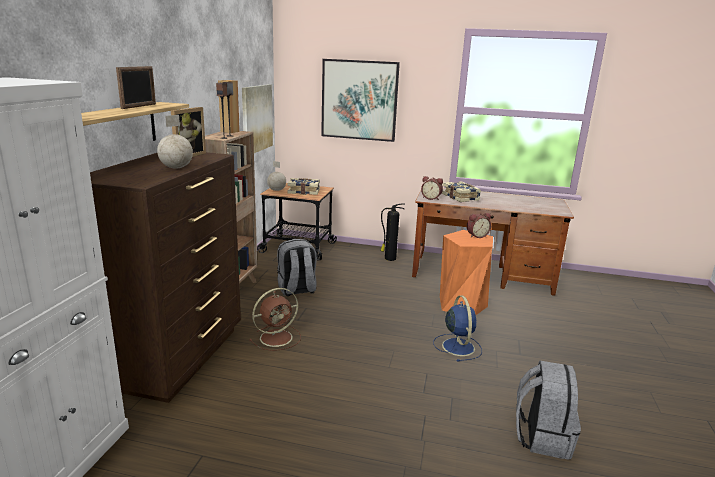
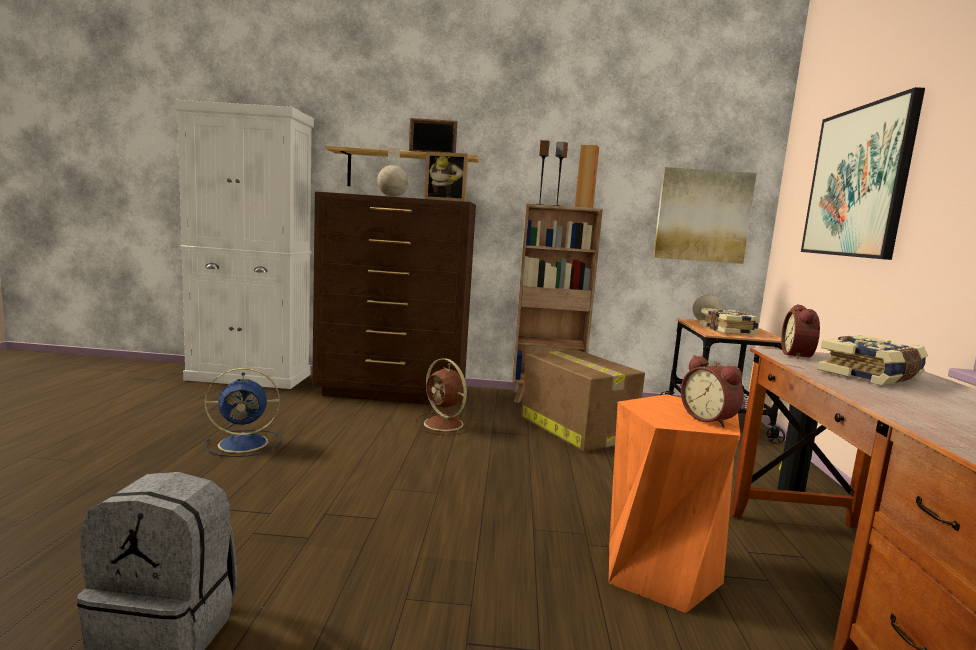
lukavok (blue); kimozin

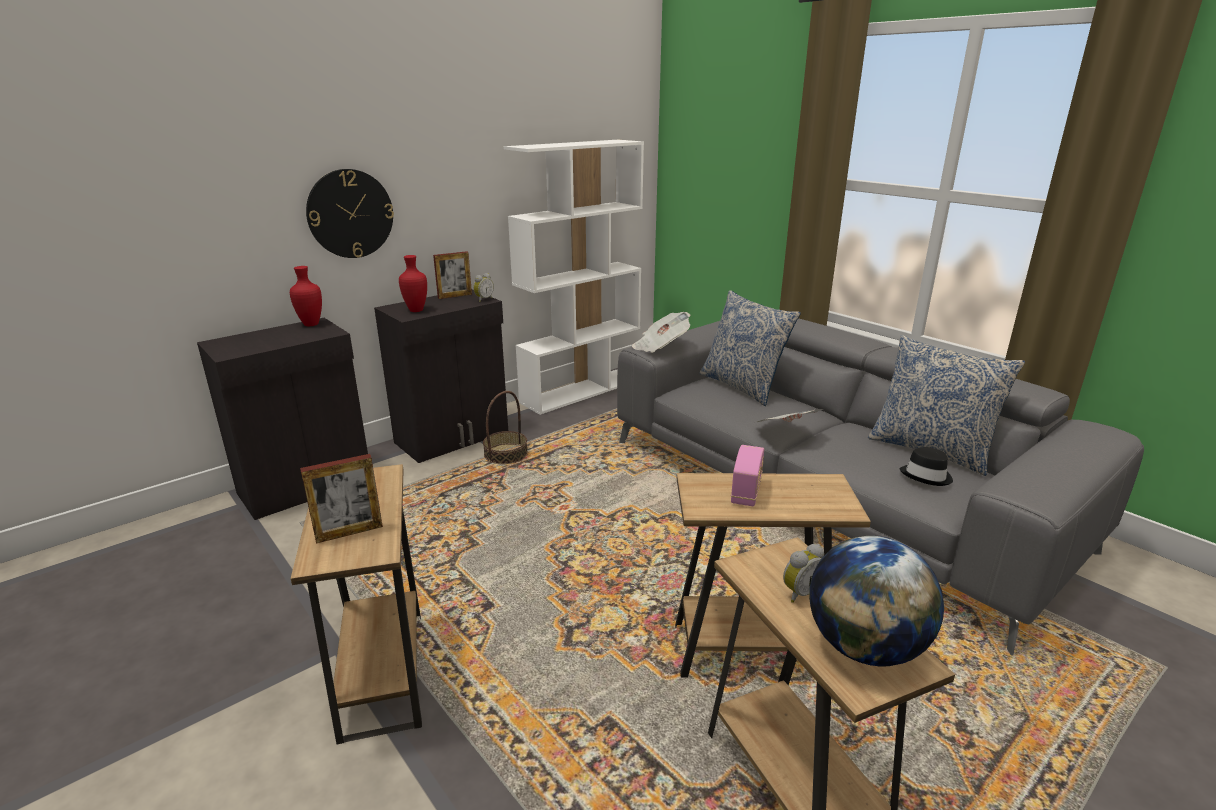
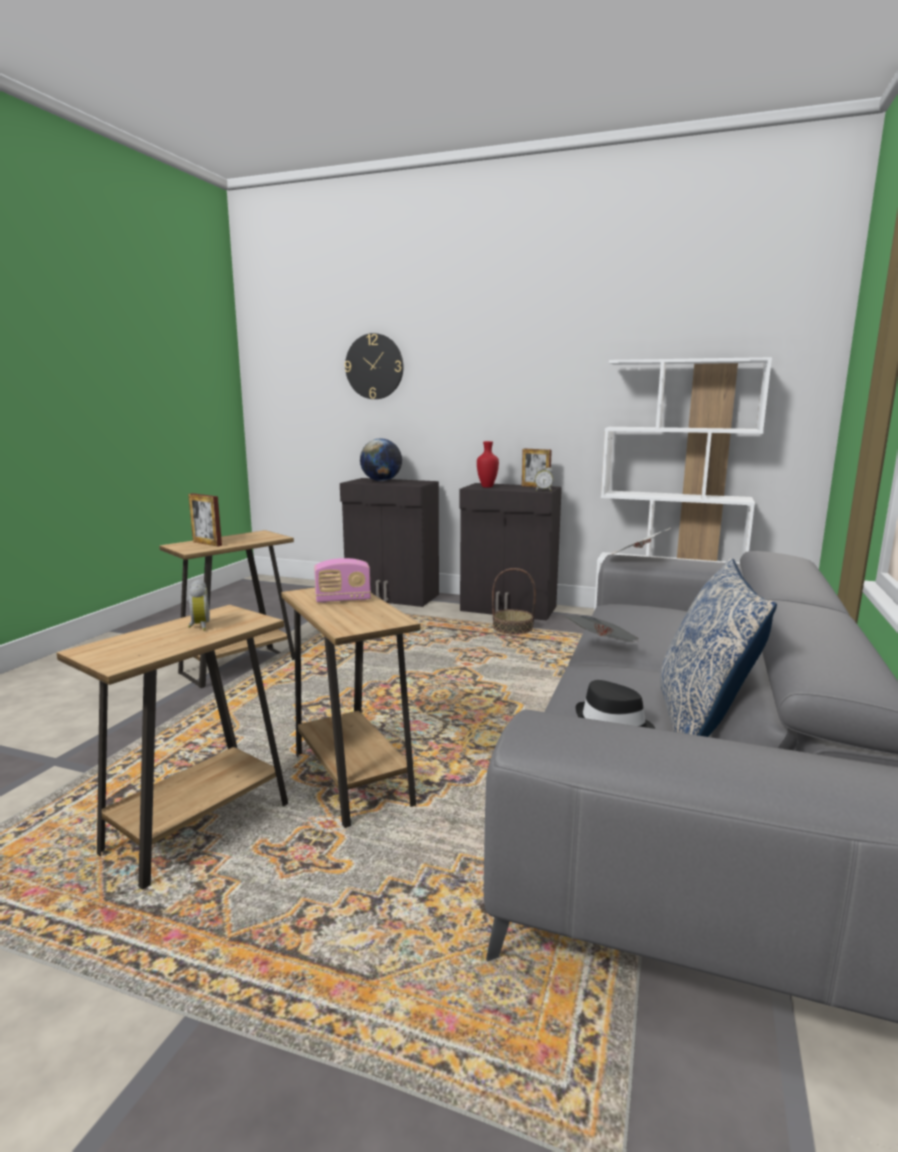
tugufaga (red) (1st from left in the first image); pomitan (1st from left in the first image); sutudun; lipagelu; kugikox (1st from left)

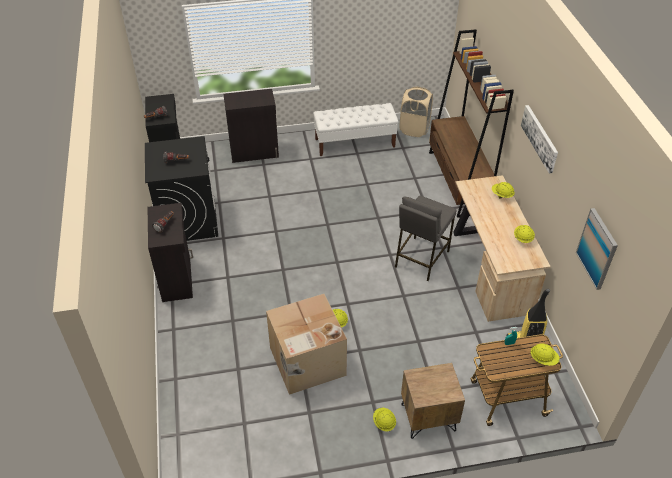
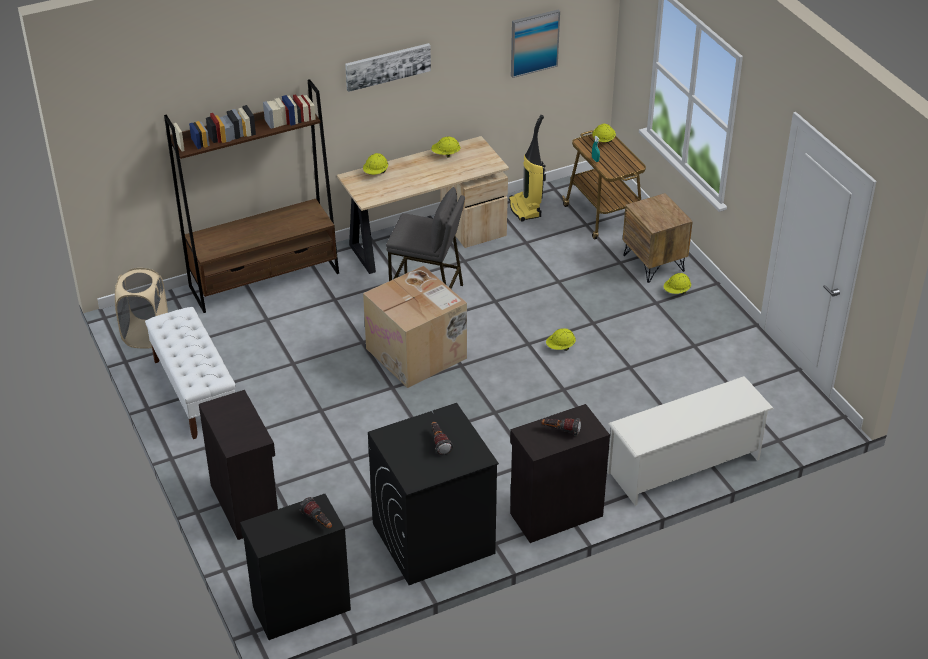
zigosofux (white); kimozin

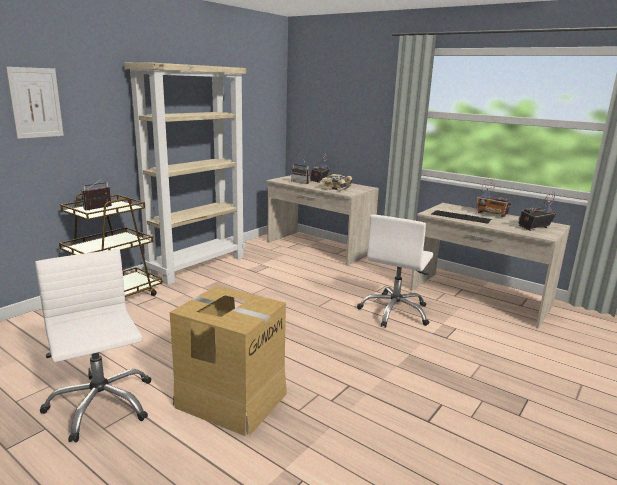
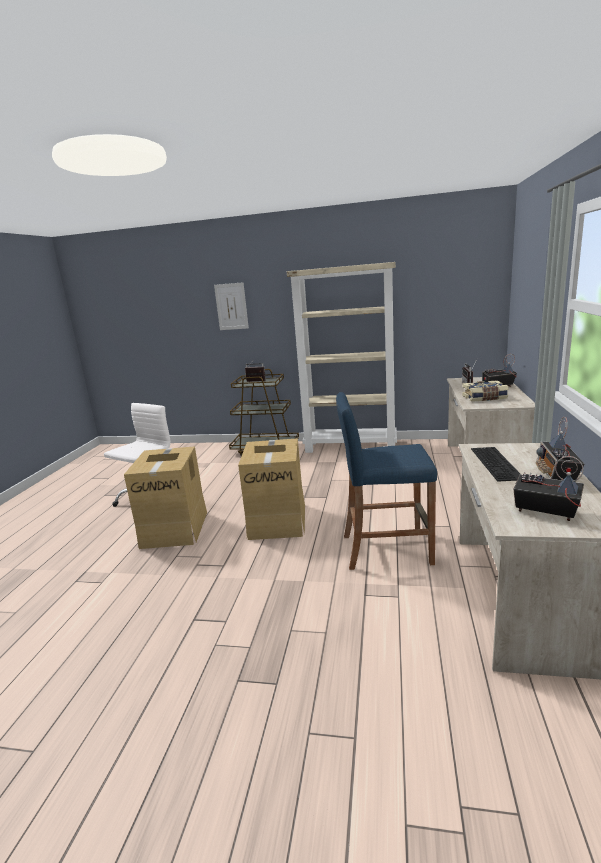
kimozin (2nd from left); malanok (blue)

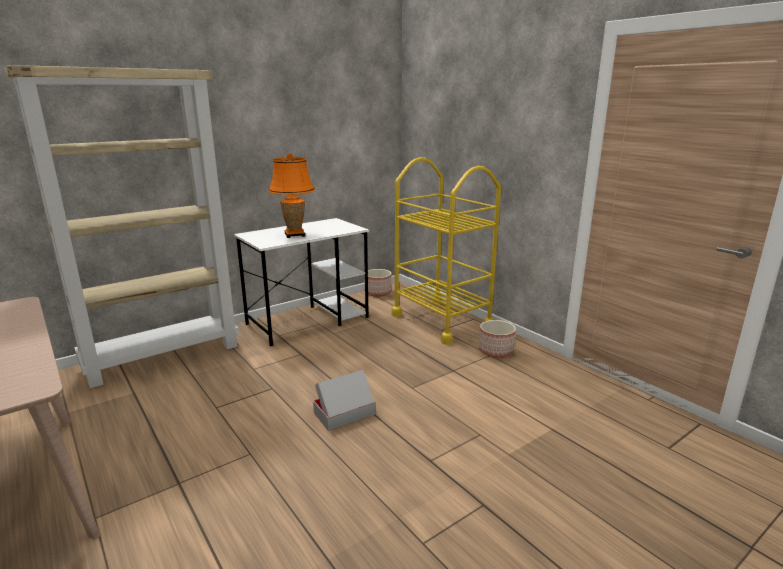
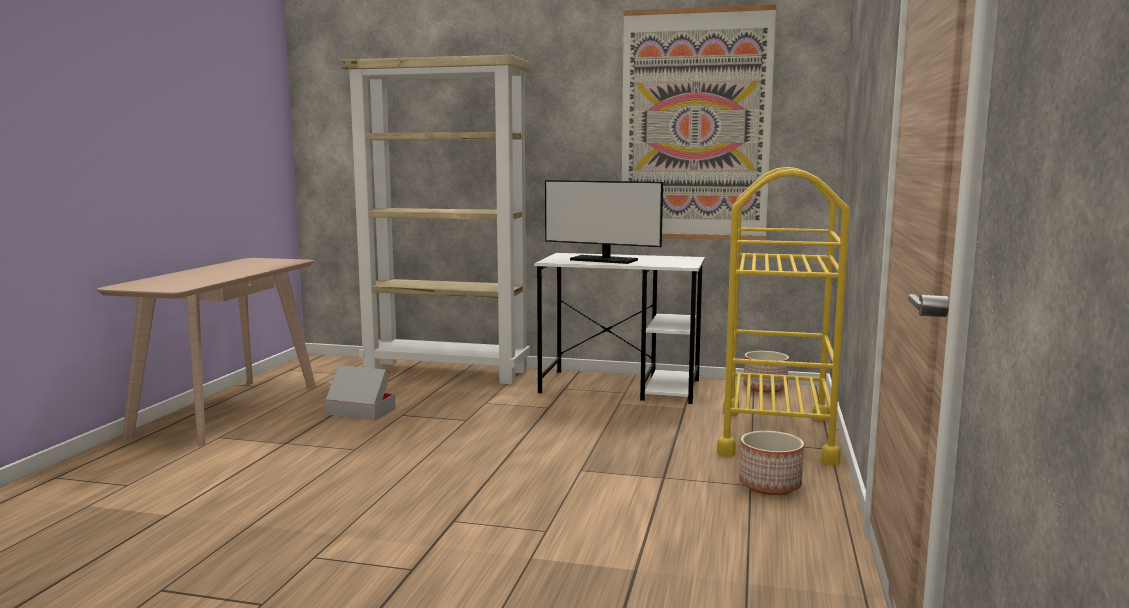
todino; kimozin; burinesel

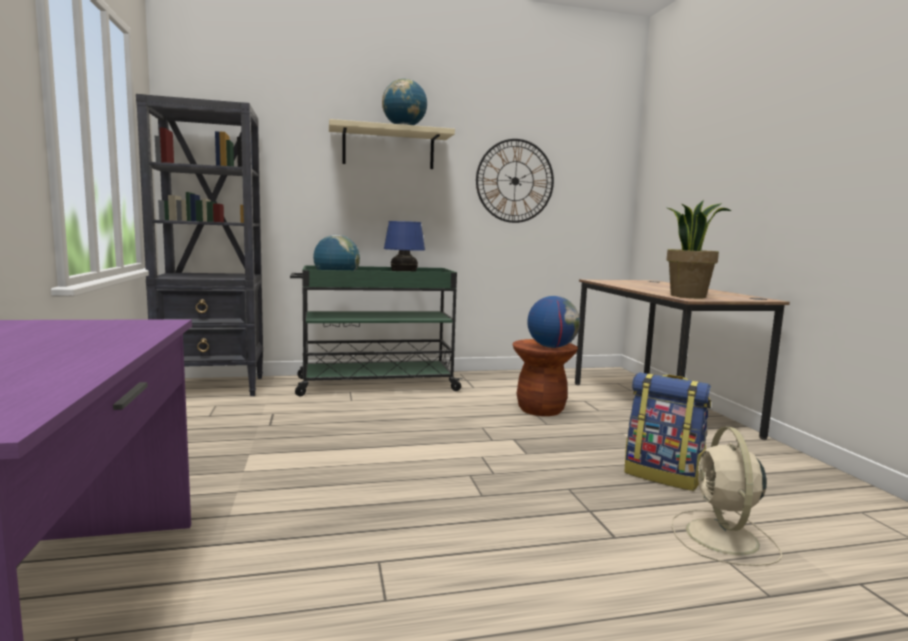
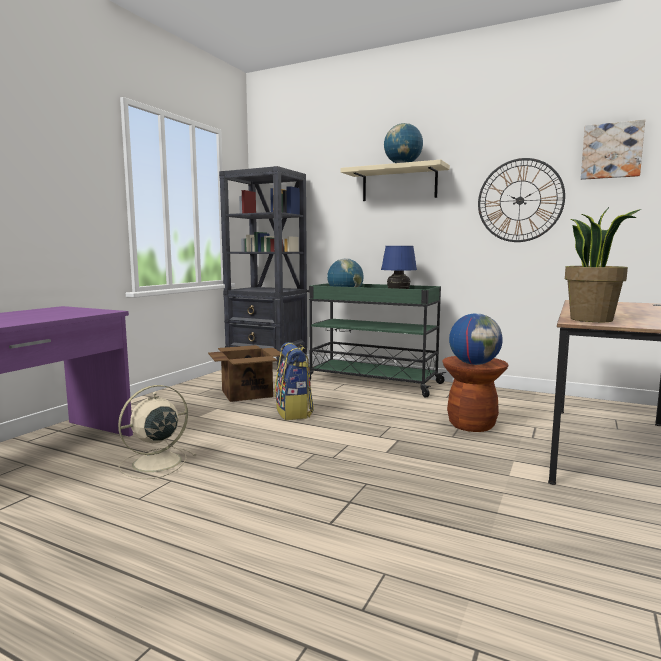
kimozin; todino; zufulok; lukavok (beige)

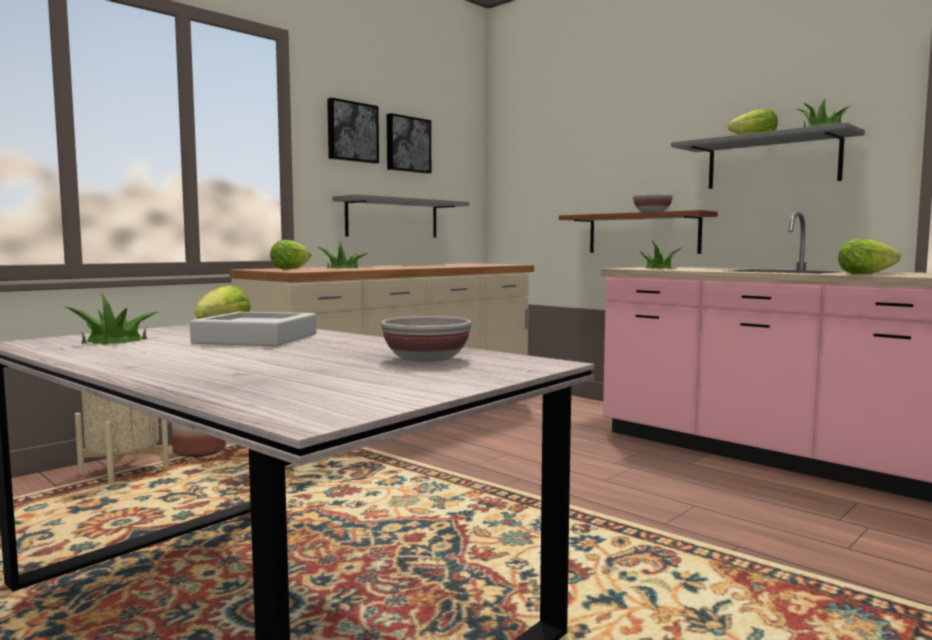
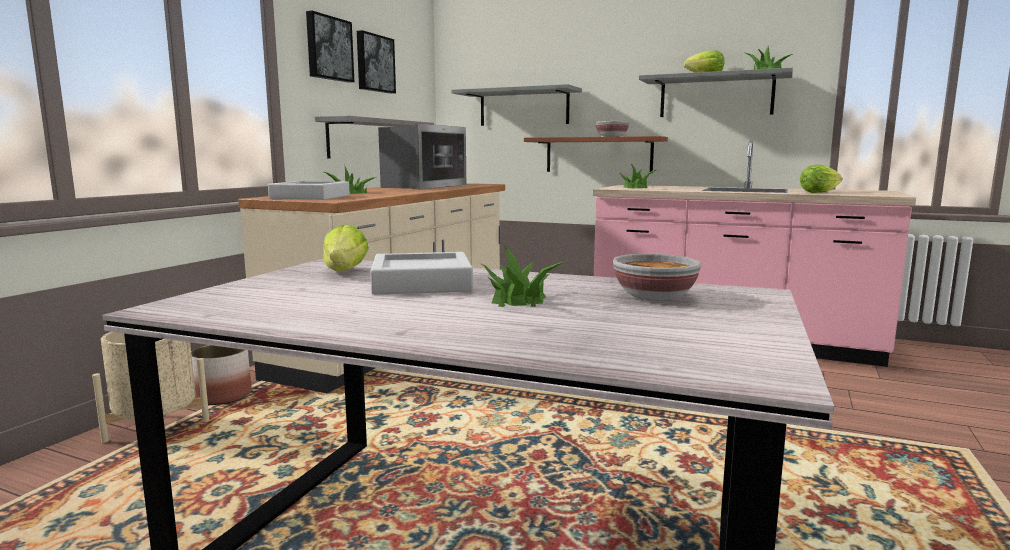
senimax; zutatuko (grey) (2nd from left); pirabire (2nd from left); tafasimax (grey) (1st from left)

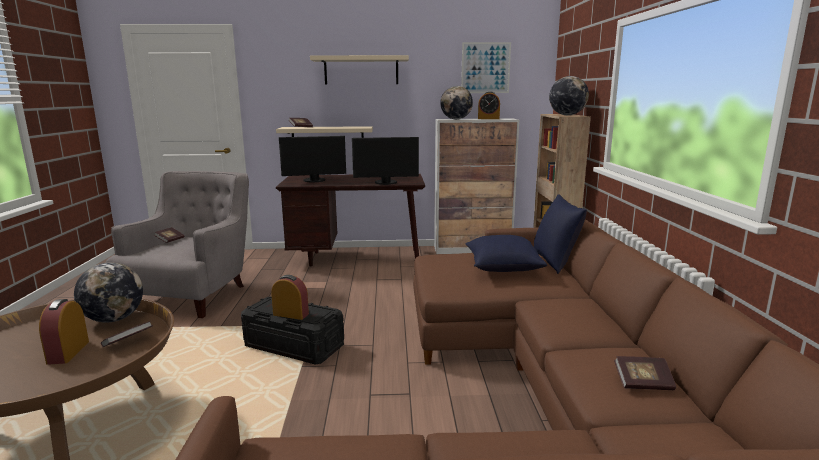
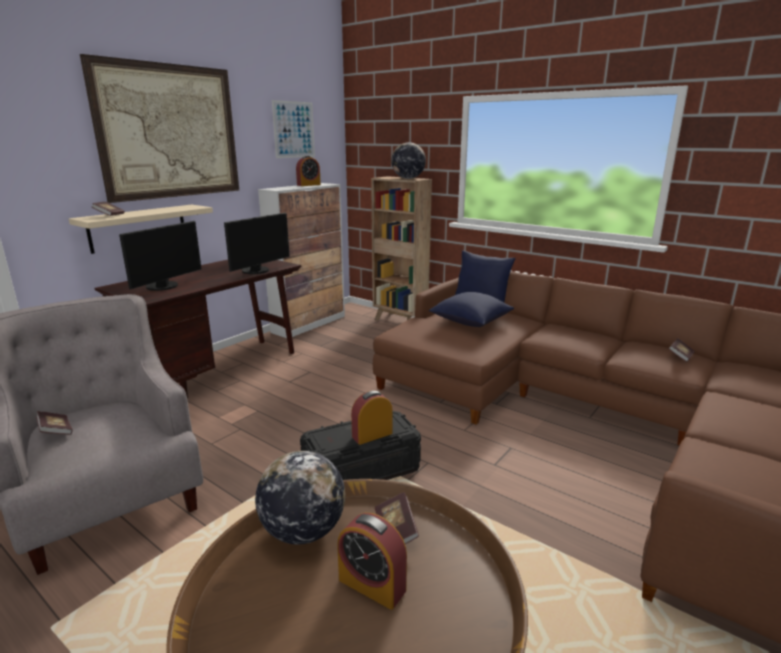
lipagelu (2nd from left in the first image); todino (1st from left)

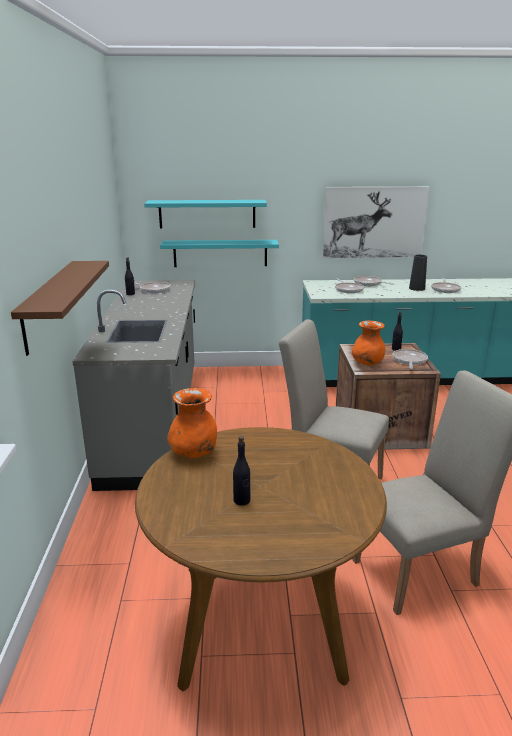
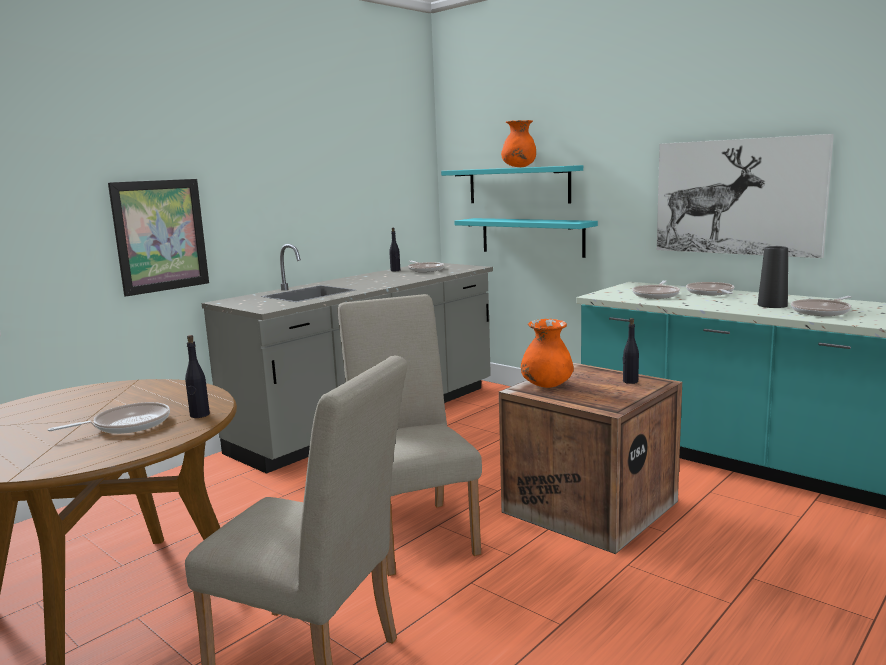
tugufaga (orange) (1st from left); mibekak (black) (1st from left); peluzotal (1st from left); todino (1st from left)

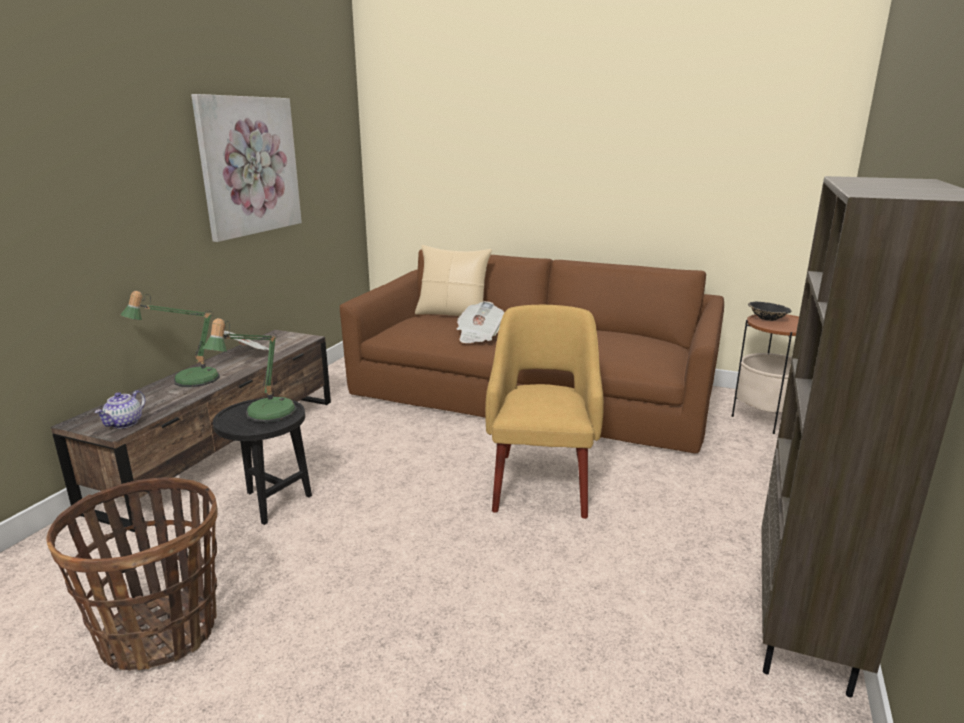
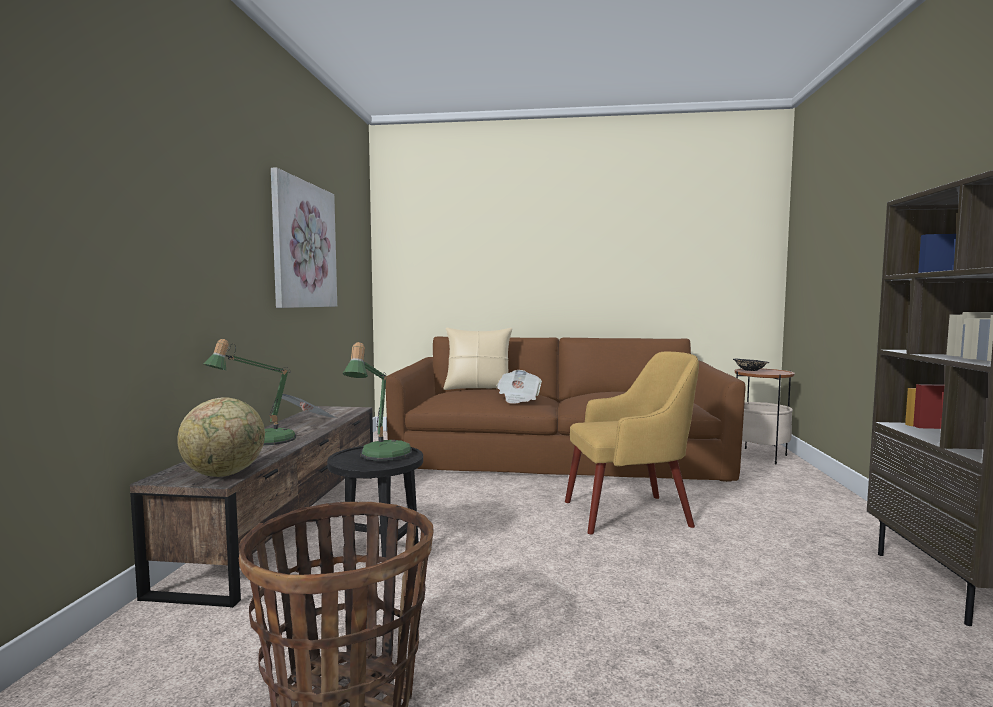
lipagelu; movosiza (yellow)

